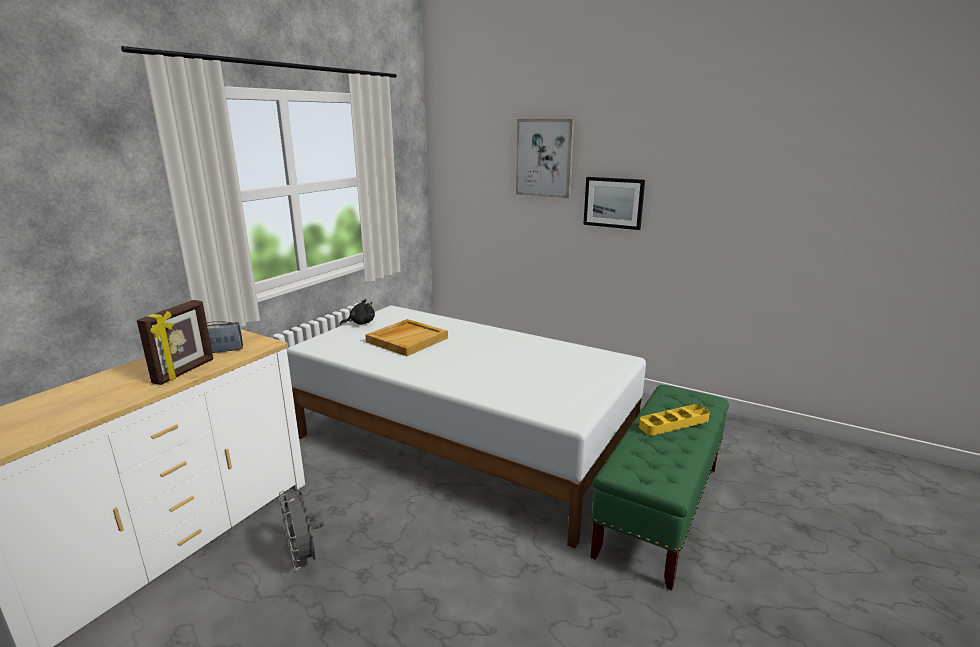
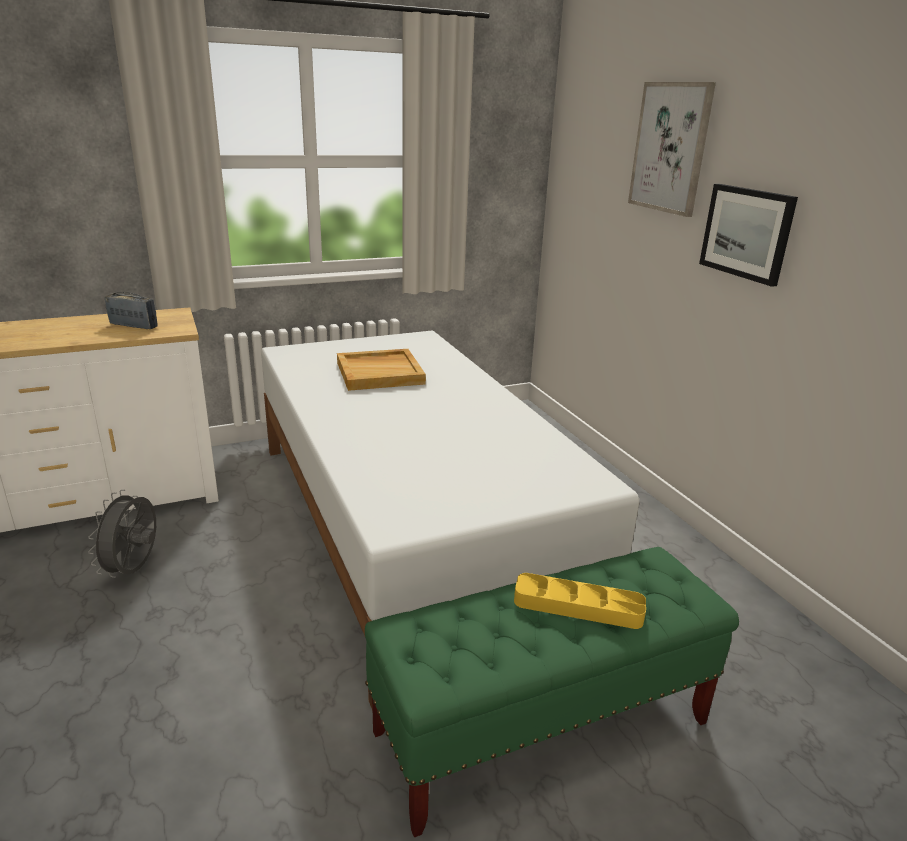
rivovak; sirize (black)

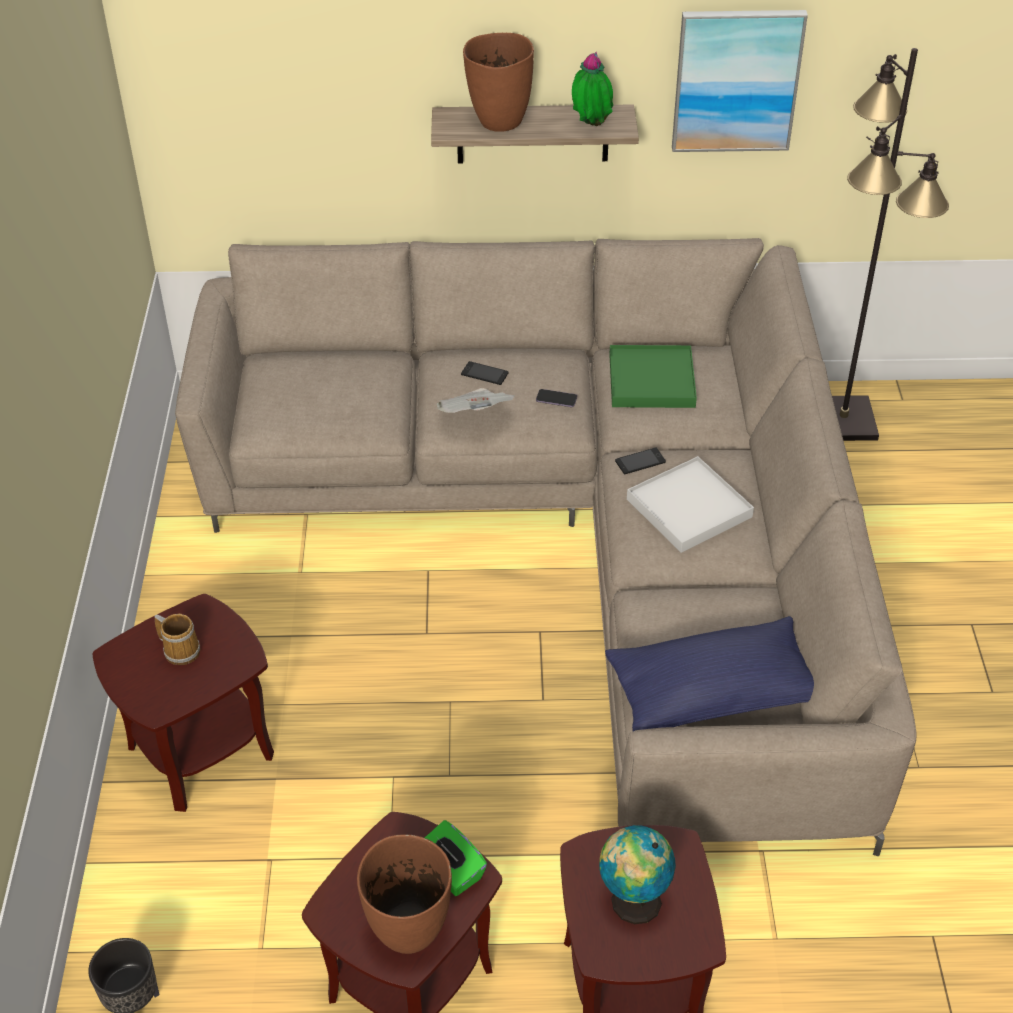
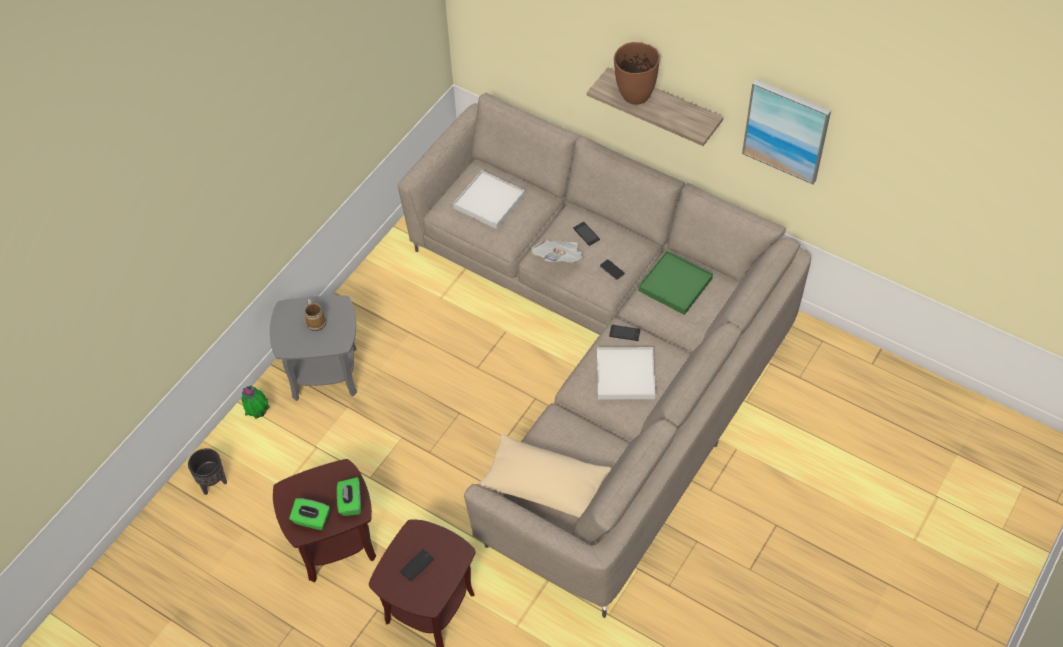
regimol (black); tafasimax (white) (1st from left); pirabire; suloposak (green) (1st from left); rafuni (1st from left); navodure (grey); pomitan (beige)

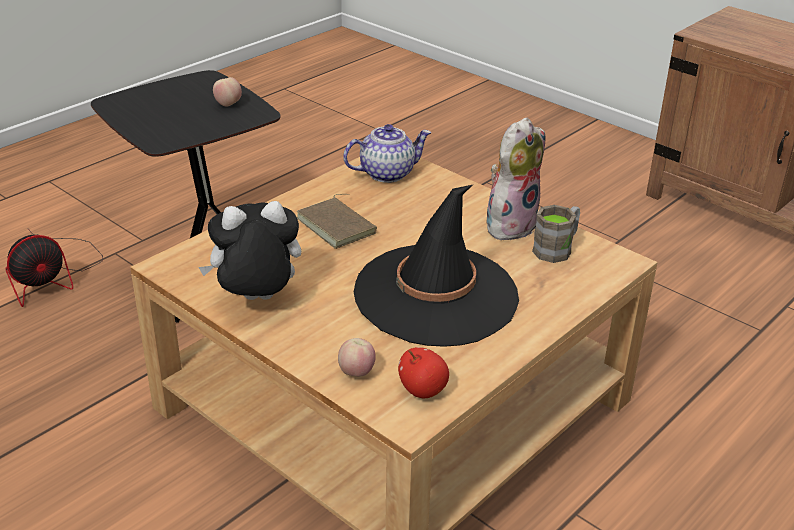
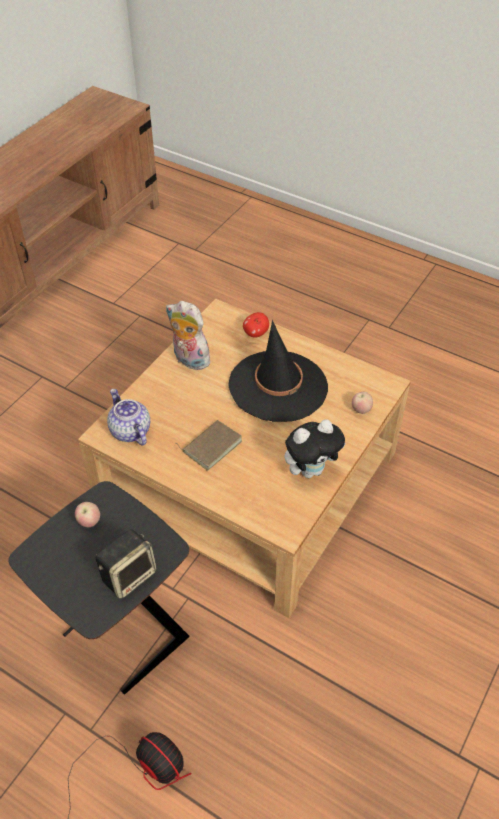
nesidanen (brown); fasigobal; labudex (2nd from left); sirize (2nd from left)

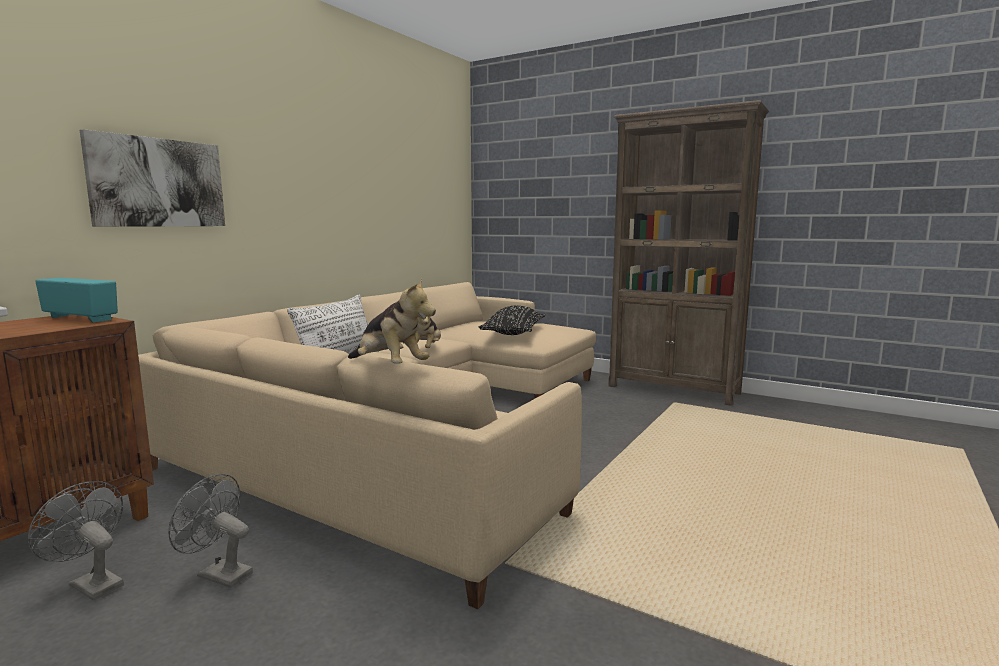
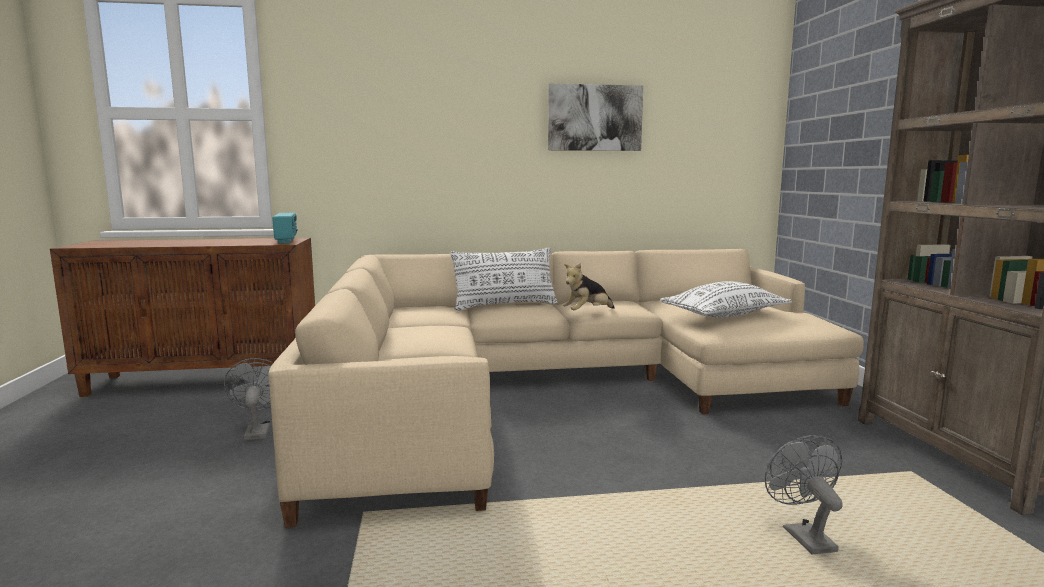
sirize (1st from left in the first image); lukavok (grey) (2nd from left); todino; pomitan (white) (2nd from left)

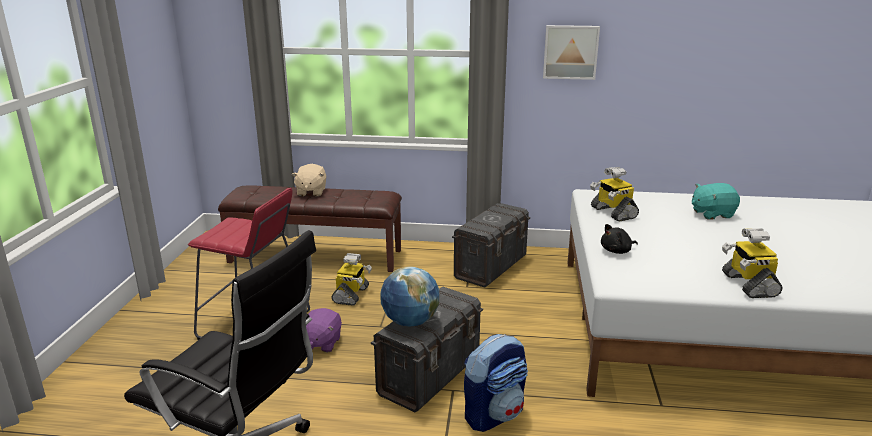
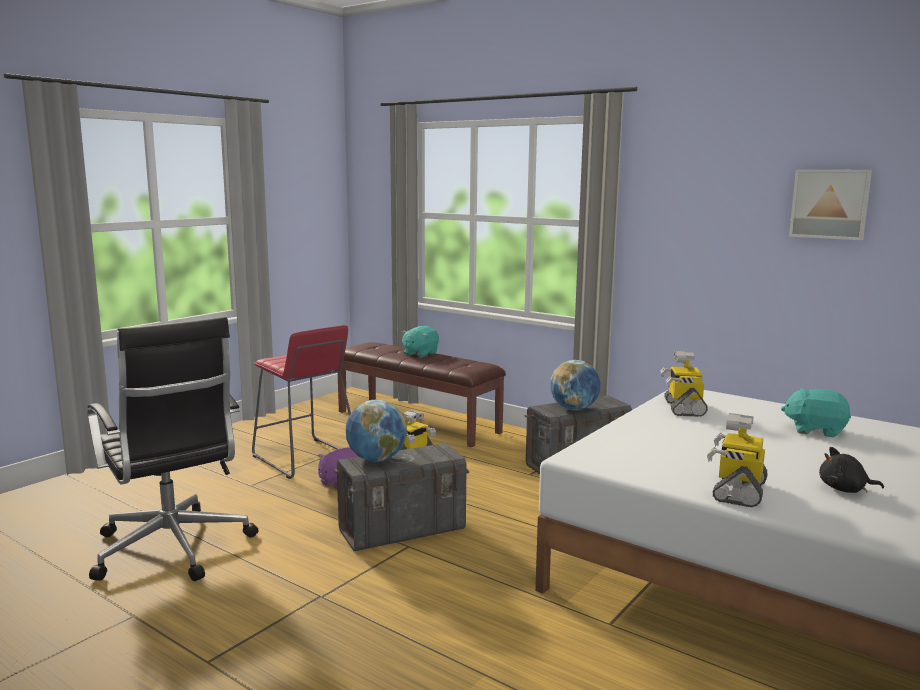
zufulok; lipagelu (2nd from left); todino; sirize (black); sirize (turquoise) (1st from left)

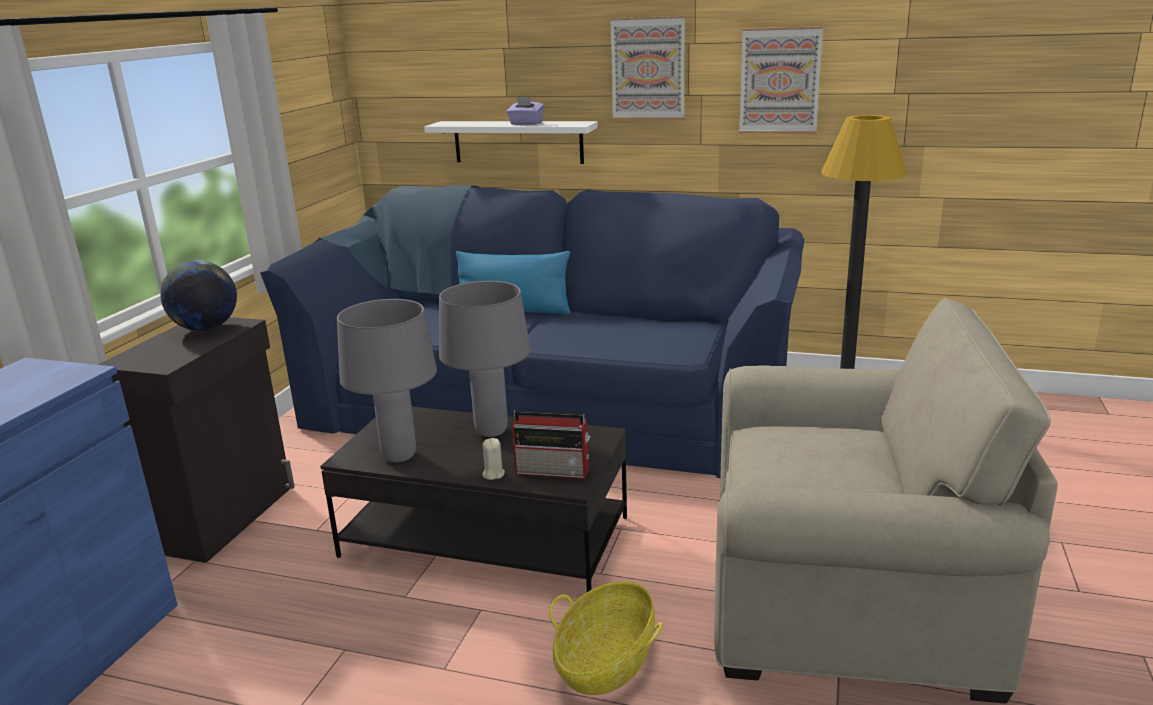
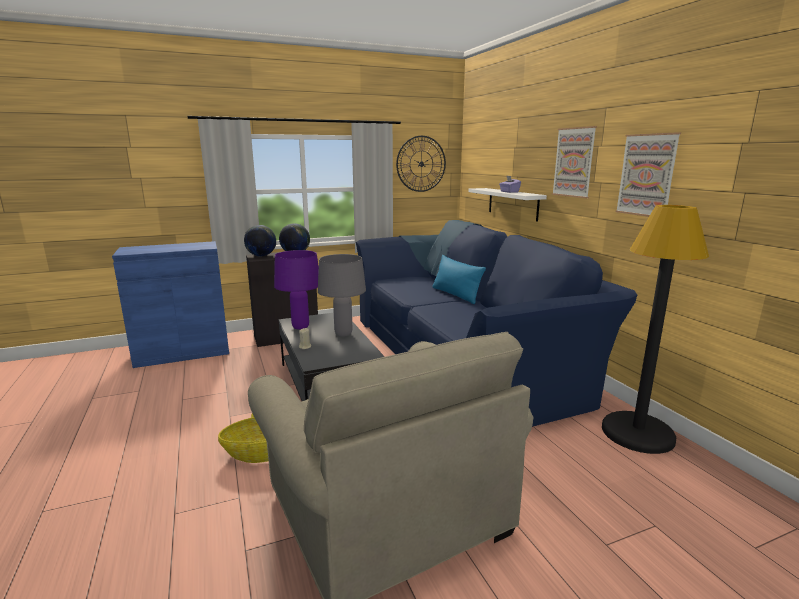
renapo; lipagelu (1st from left); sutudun; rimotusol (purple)

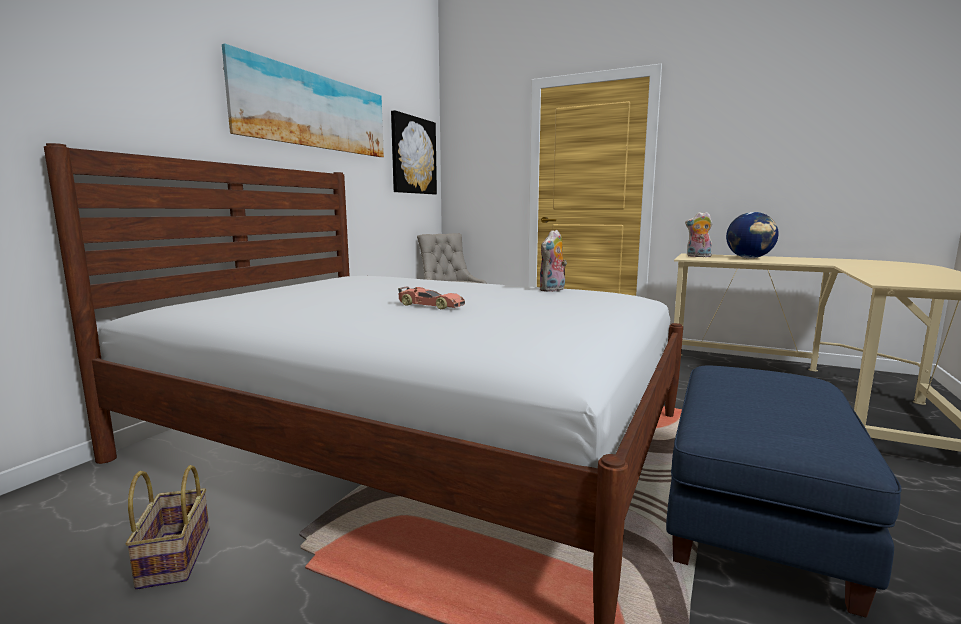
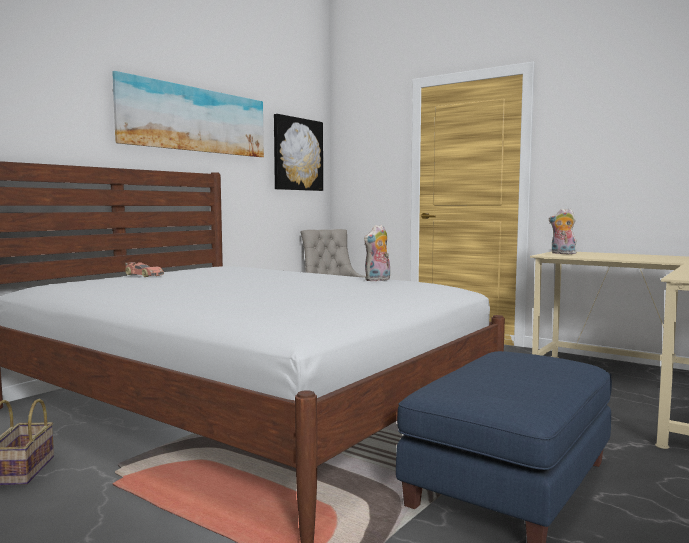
lipagelu; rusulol

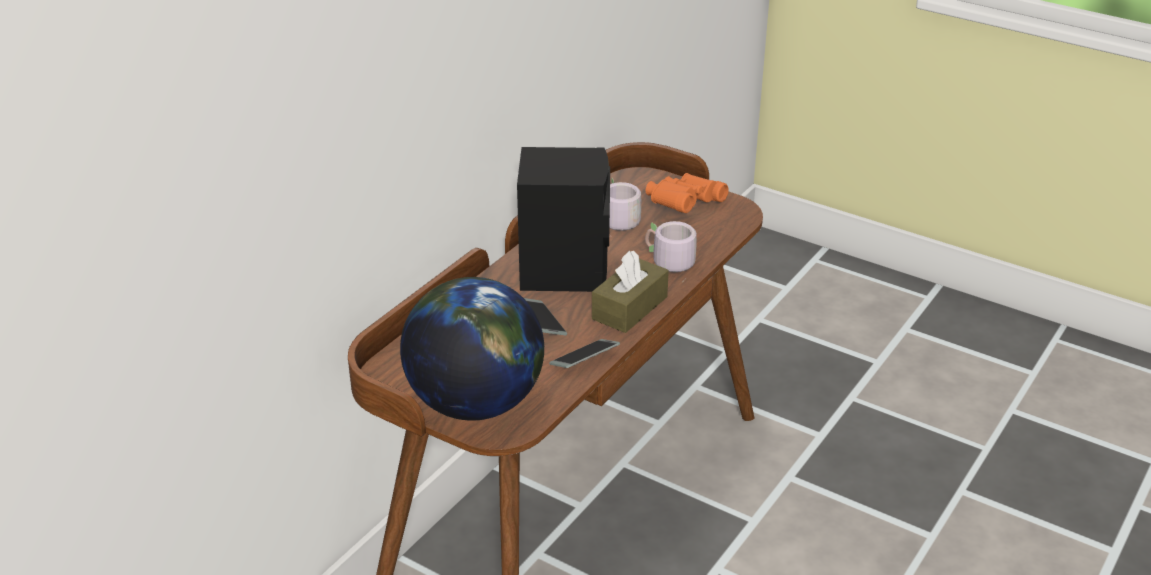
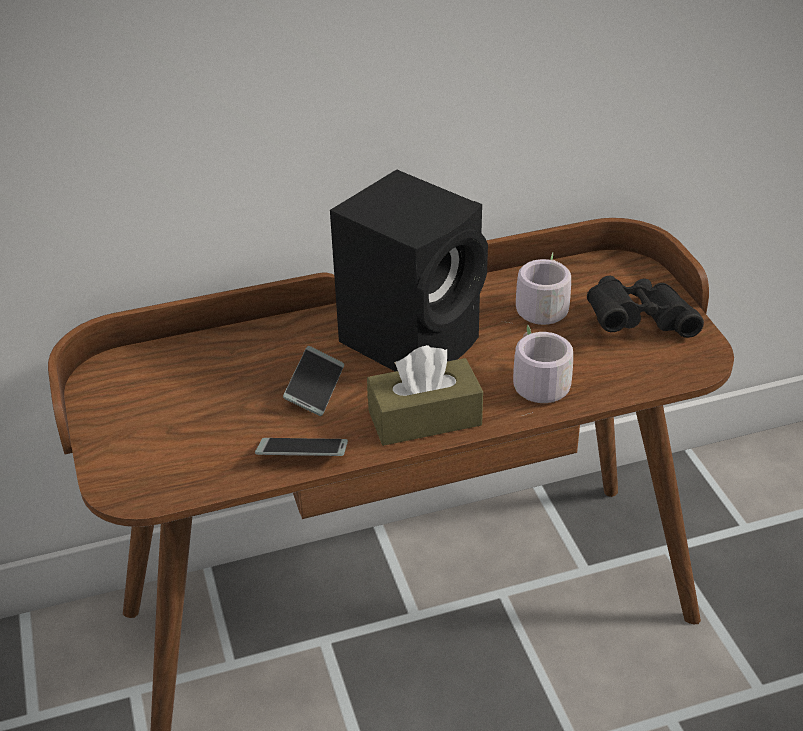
lipagelu; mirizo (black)

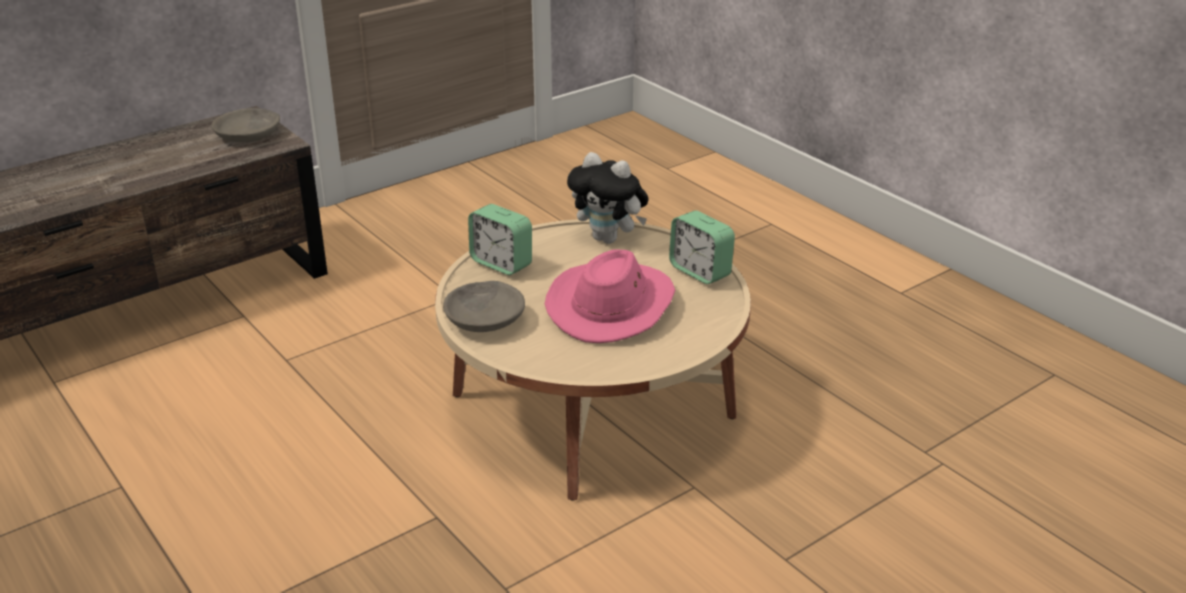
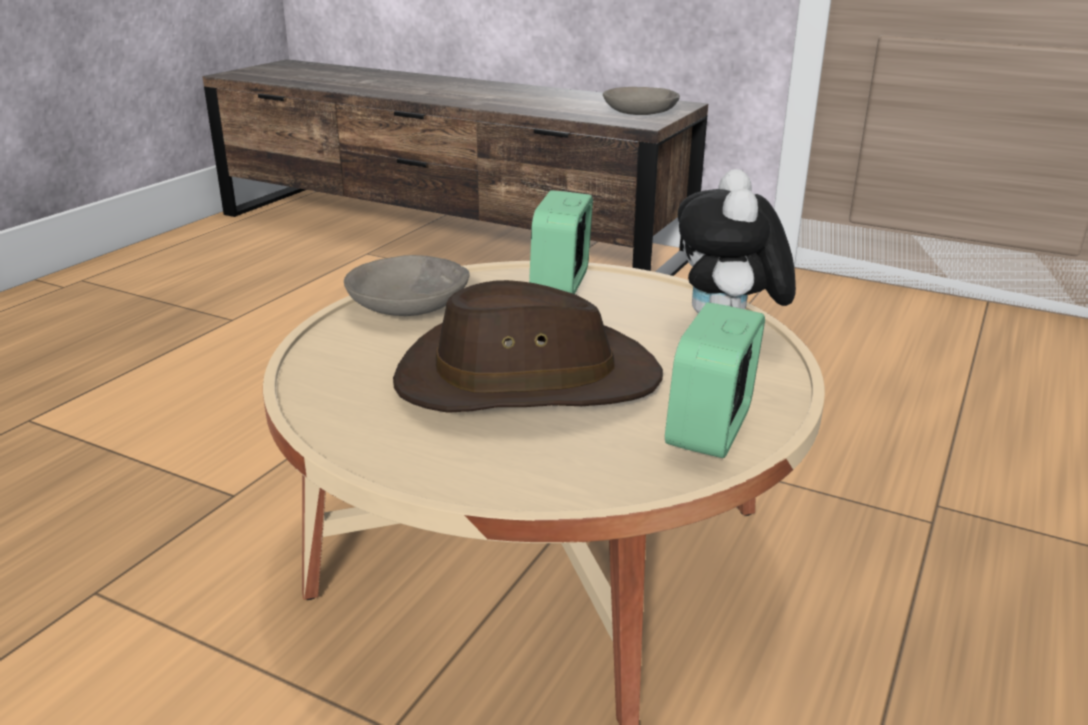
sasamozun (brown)

